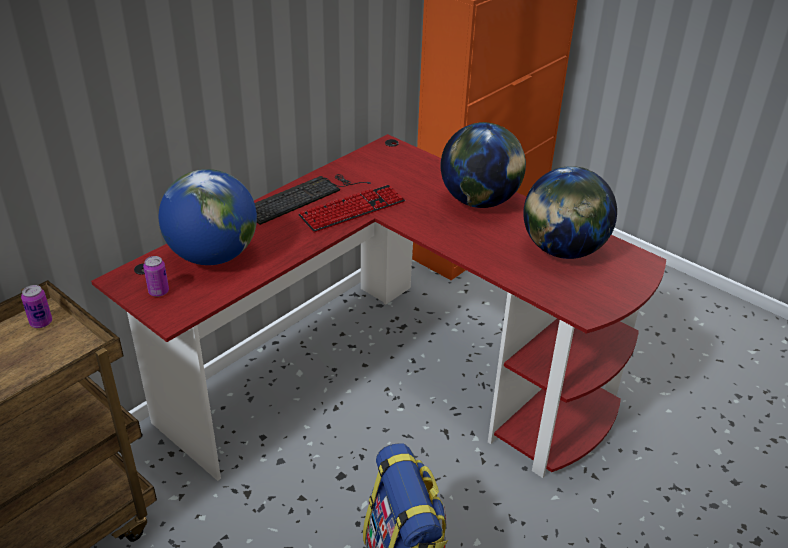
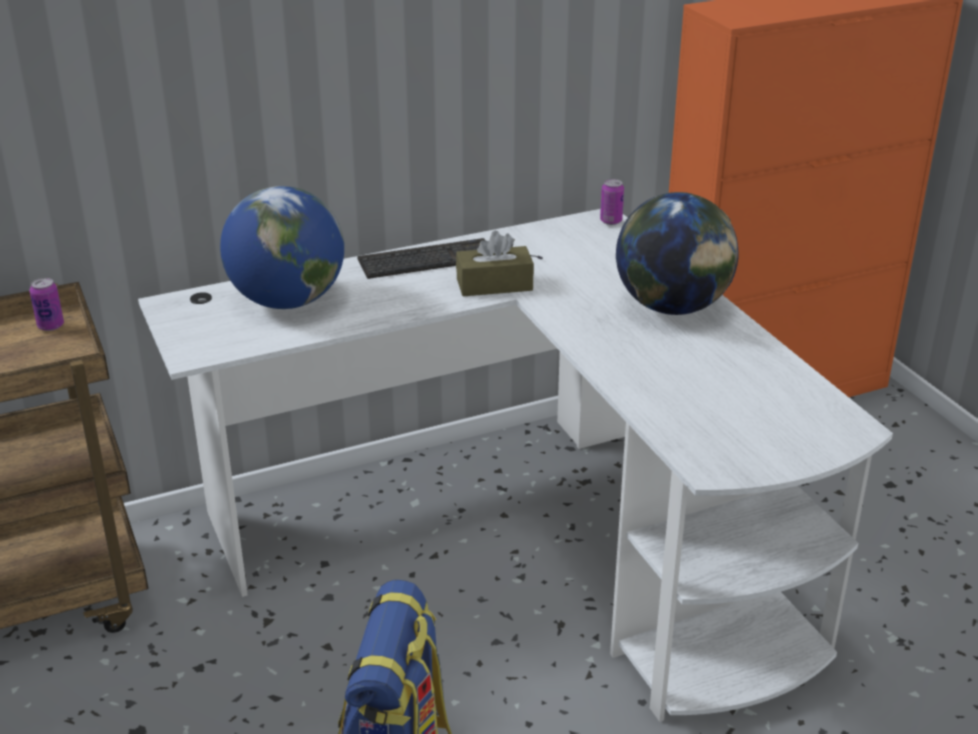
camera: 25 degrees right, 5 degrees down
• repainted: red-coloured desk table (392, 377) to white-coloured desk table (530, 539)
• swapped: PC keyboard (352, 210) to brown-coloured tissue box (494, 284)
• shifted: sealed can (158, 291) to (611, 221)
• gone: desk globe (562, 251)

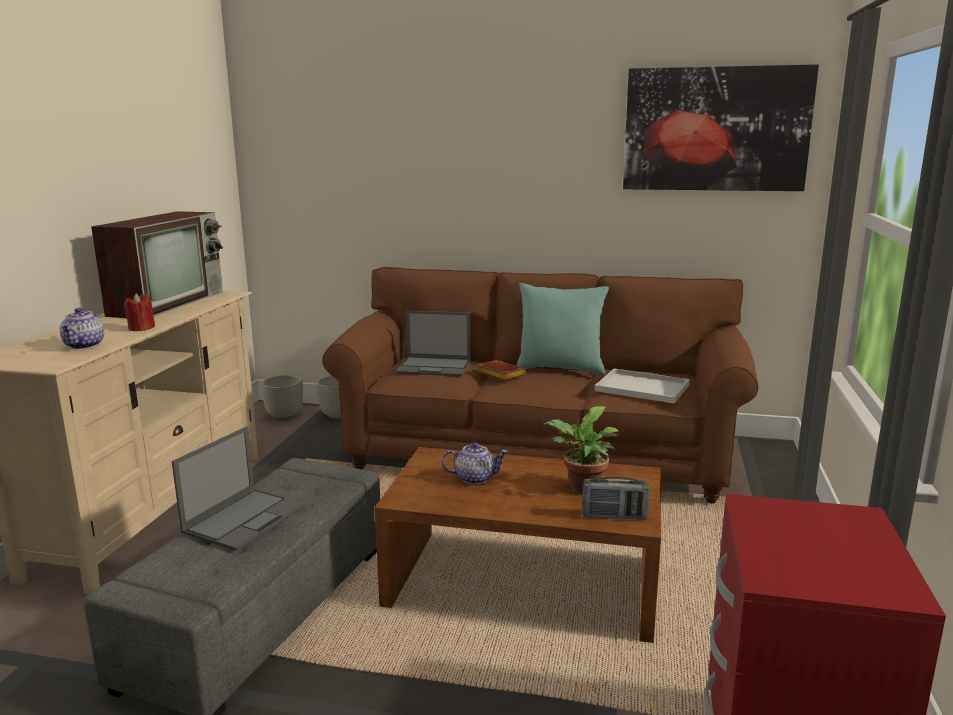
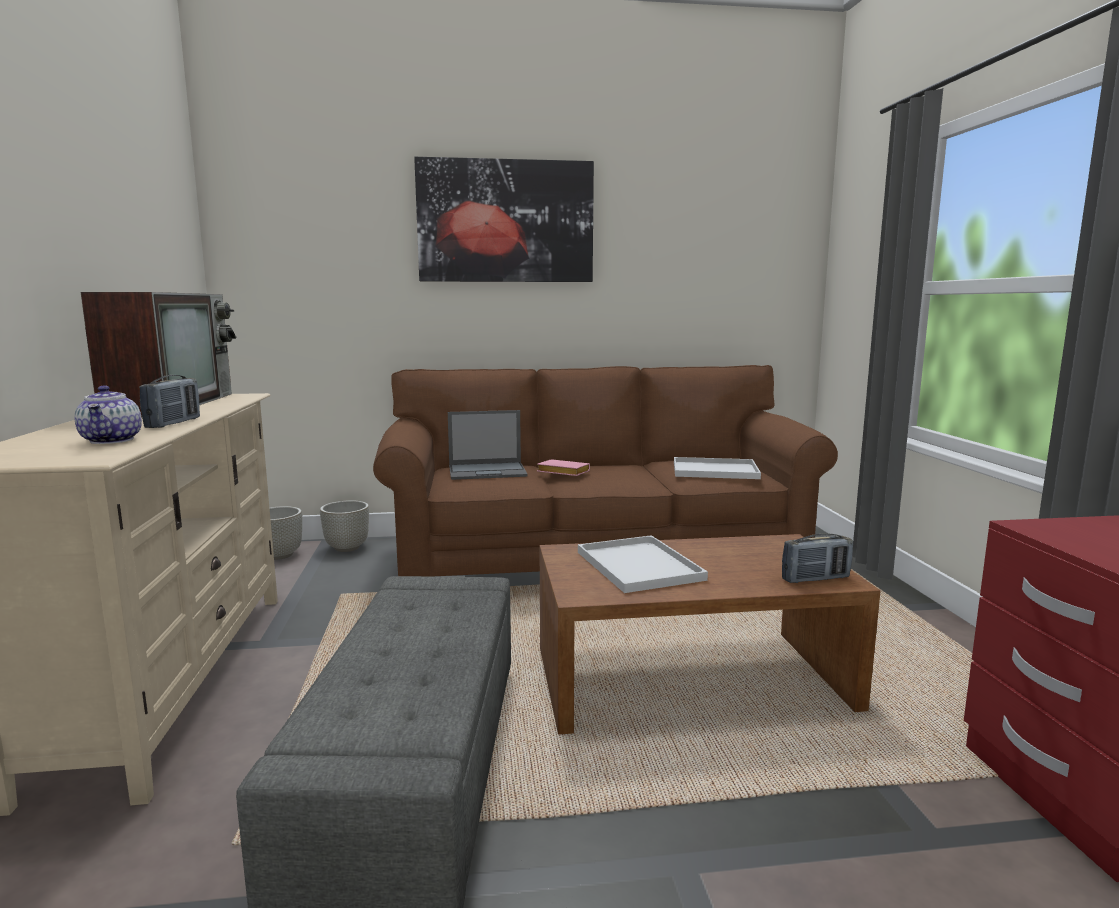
camera: 20 degrees left, 5 degrees down
• swapped: red-coloured wax candle (141, 328) to radio receiver (173, 423)
• shifted: picture (715, 129) to (506, 222)
• repainted: brown-coloured book (499, 374) to pink-coloured book (561, 472)
• swapped: pot for tea (475, 478) to white-coloured tray (636, 565)
• gone: notebook computer (245, 518)
• gone: blue-green throw pillow (560, 369)
• gone: houseplant (582, 489)

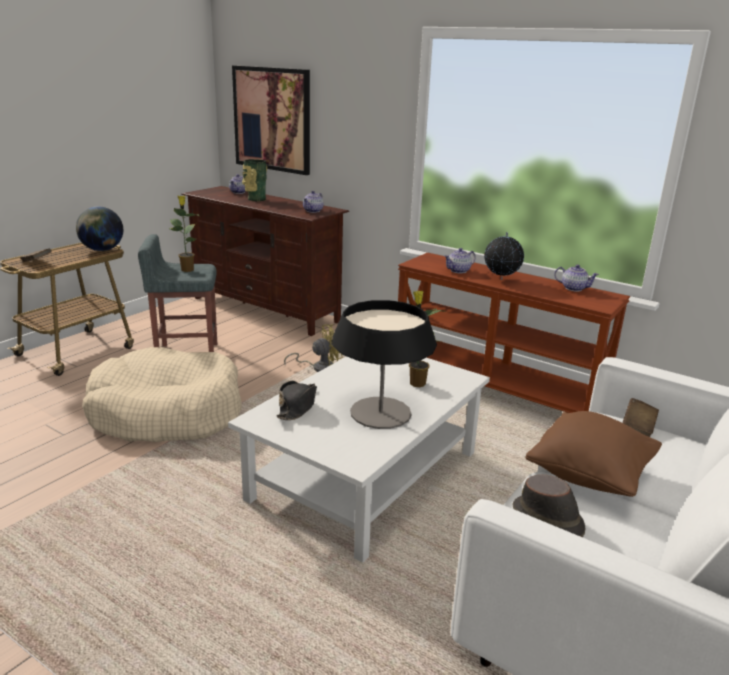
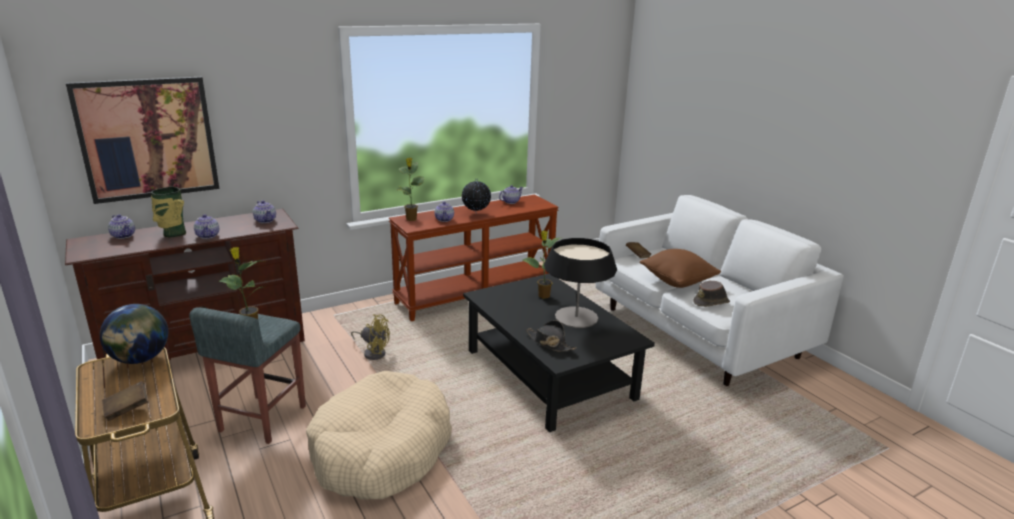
camera: 65 degrees left, 0 degrees up
• new: pot for tea (208, 235)
• rotated: yellow-coloured fan (319, 368) = (373, 352) 105 degrees clockwise
• new: houseplant (411, 219)
• repainted: white-coloured coffee table (366, 476) to blackish coffee table (550, 374)

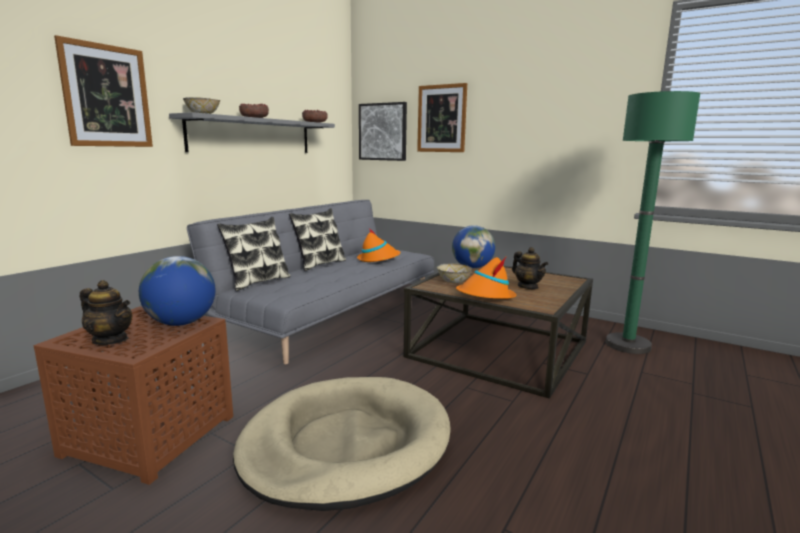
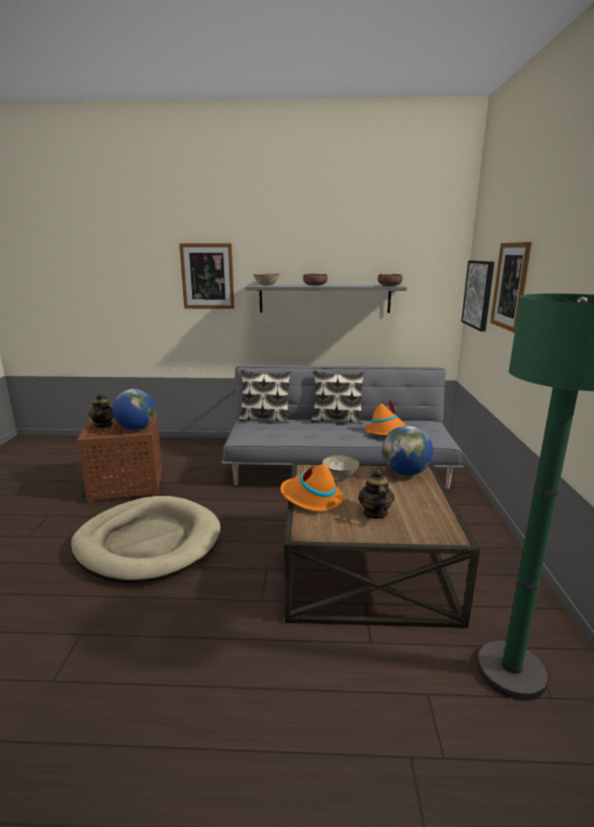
camera: 60 degrees right, 5 degrees up
• rotated: pot for tea (528, 287) = (375, 513) 150 degrees clockwise

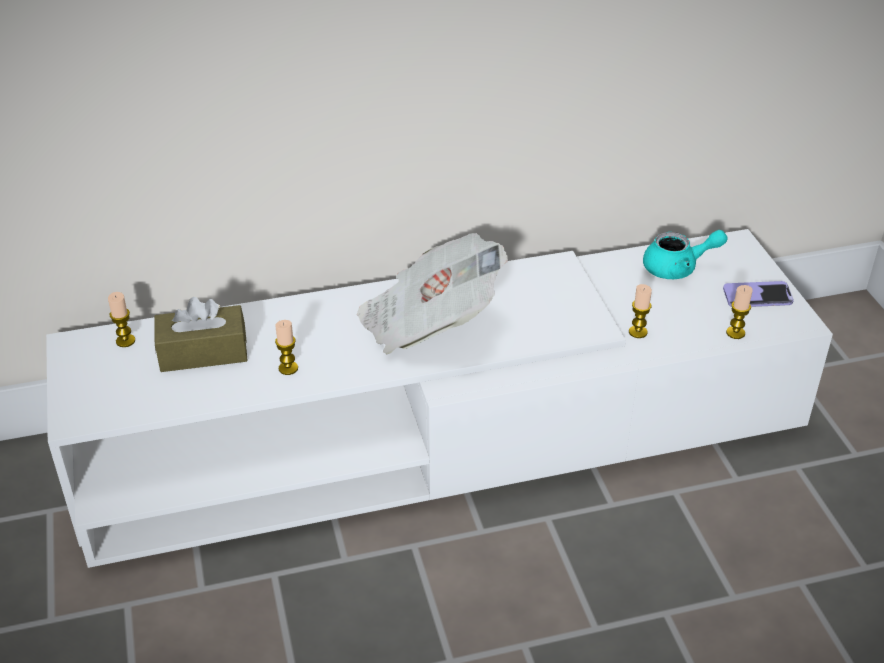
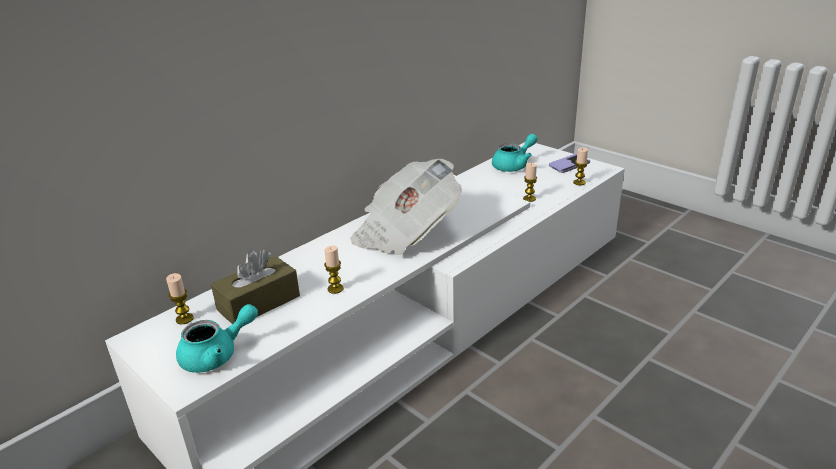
camera: 30 degrees left, 10 degrees down
• new: blue-green pot for tea (217, 355)

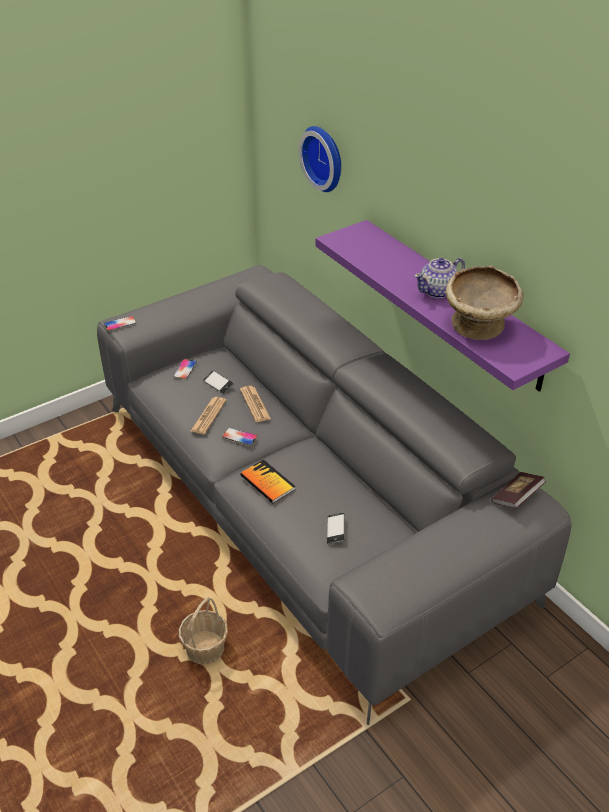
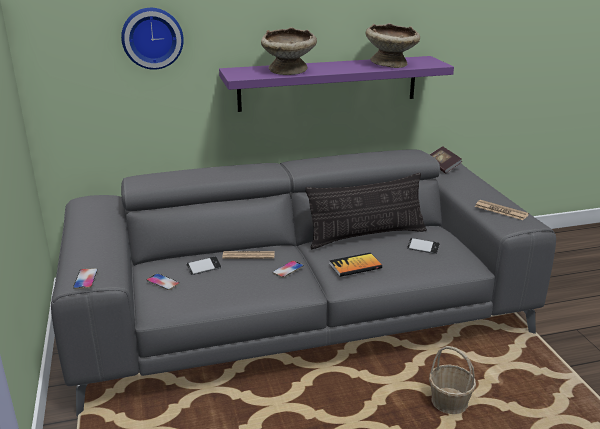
camera: 70 degrees left, 15 degrees down
• new: sand-coloured deep dish (289, 71)
• new: throw pillow (366, 236)
• shifted: printed paper (208, 416) to (501, 211)
• gone: pot for tea (438, 291)

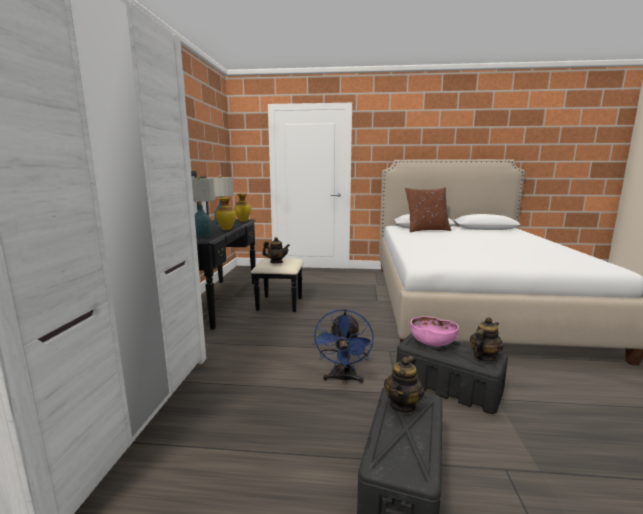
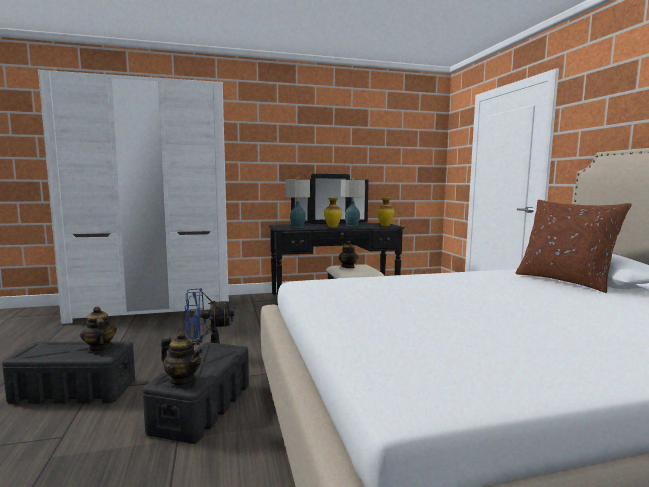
camera: 70 degrees right, 5 degrees down
• rotated: pot for tea (403, 405) = (99, 348) 45 degrees clockwise
• gone: pink-coloured deep dish (432, 343)

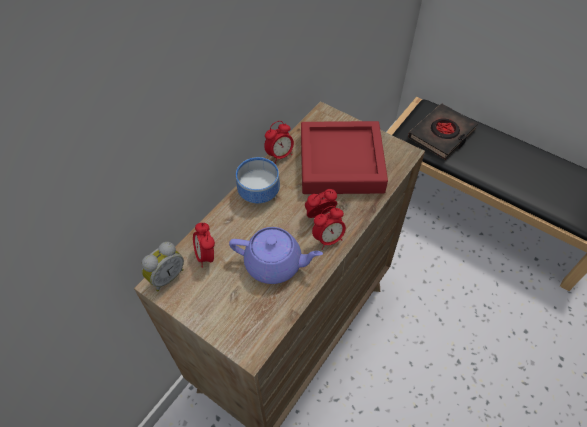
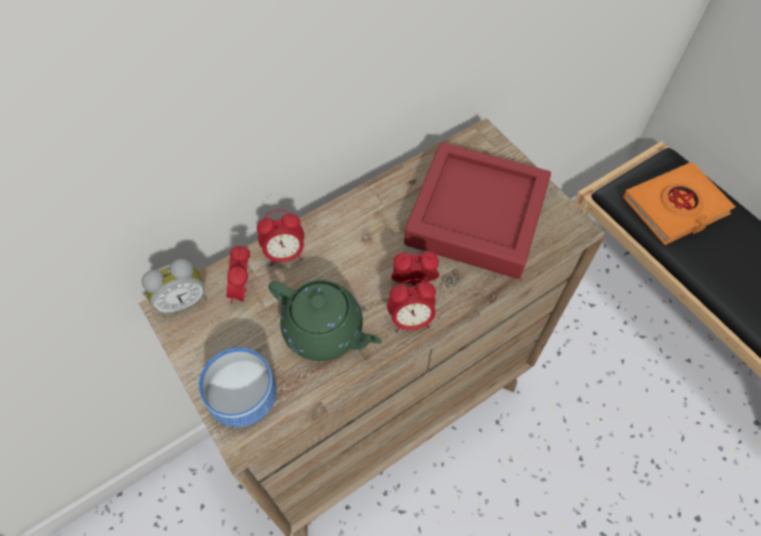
camera: 20 degrees right, 5 degrees up
• shifted: deep dish (260, 192) to (247, 400)
• shifted: table clock (280, 155) to (285, 254)
• repainted: purplish pot for tea (275, 264) to greenish pot for tea (325, 331)
• repainted: blackish book (442, 135) to orangey book (675, 207)

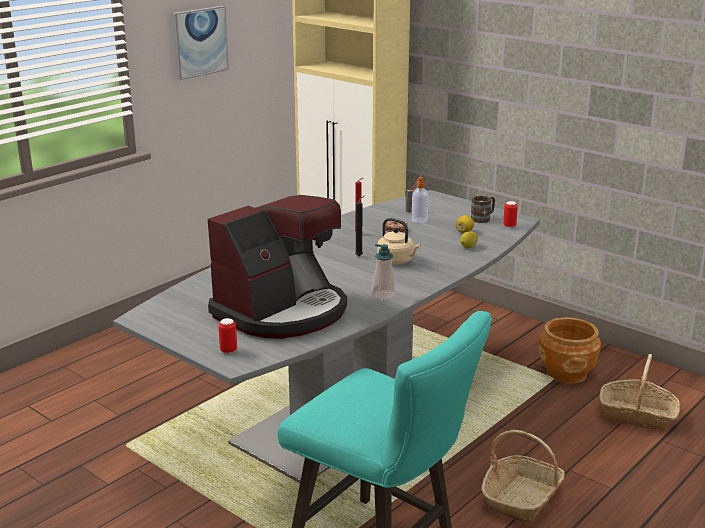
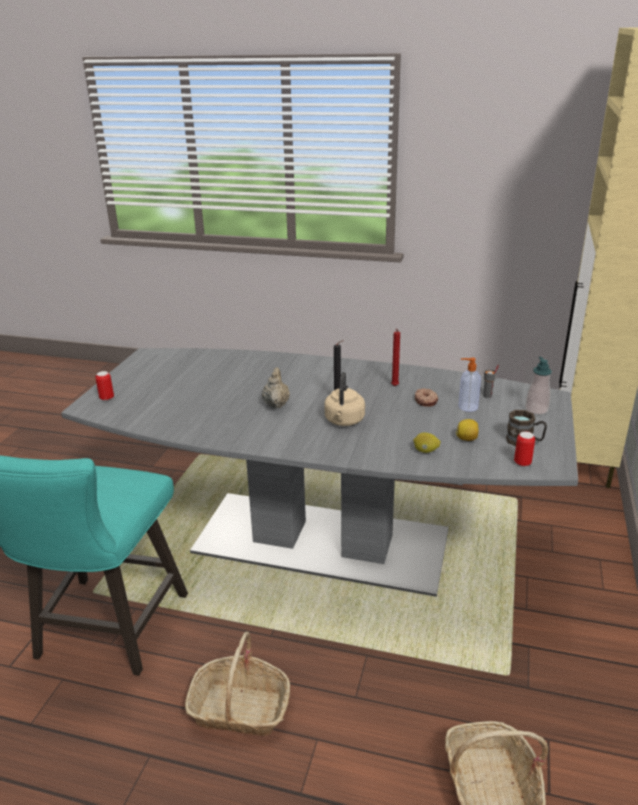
camera: 65 degrees right, 5 degrees up
• new: sand-coloured pot for tea (276, 404)
• shifted: soap bottle (383, 296) to (536, 410)
• gone: picture (199, 42)
• gone: coffee machine (282, 312)
• gone: brown-coloured flower pot (567, 373)

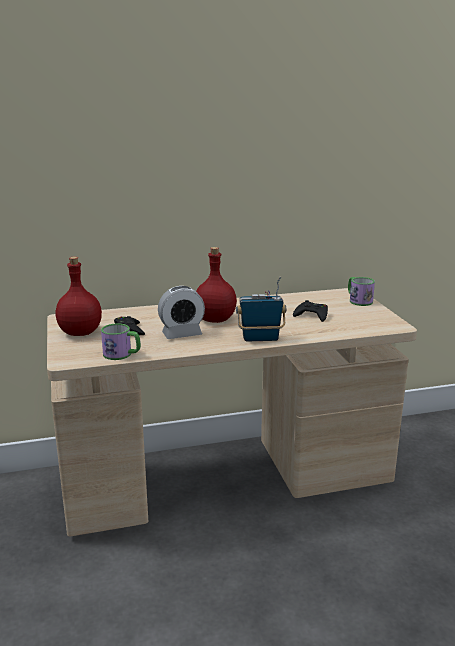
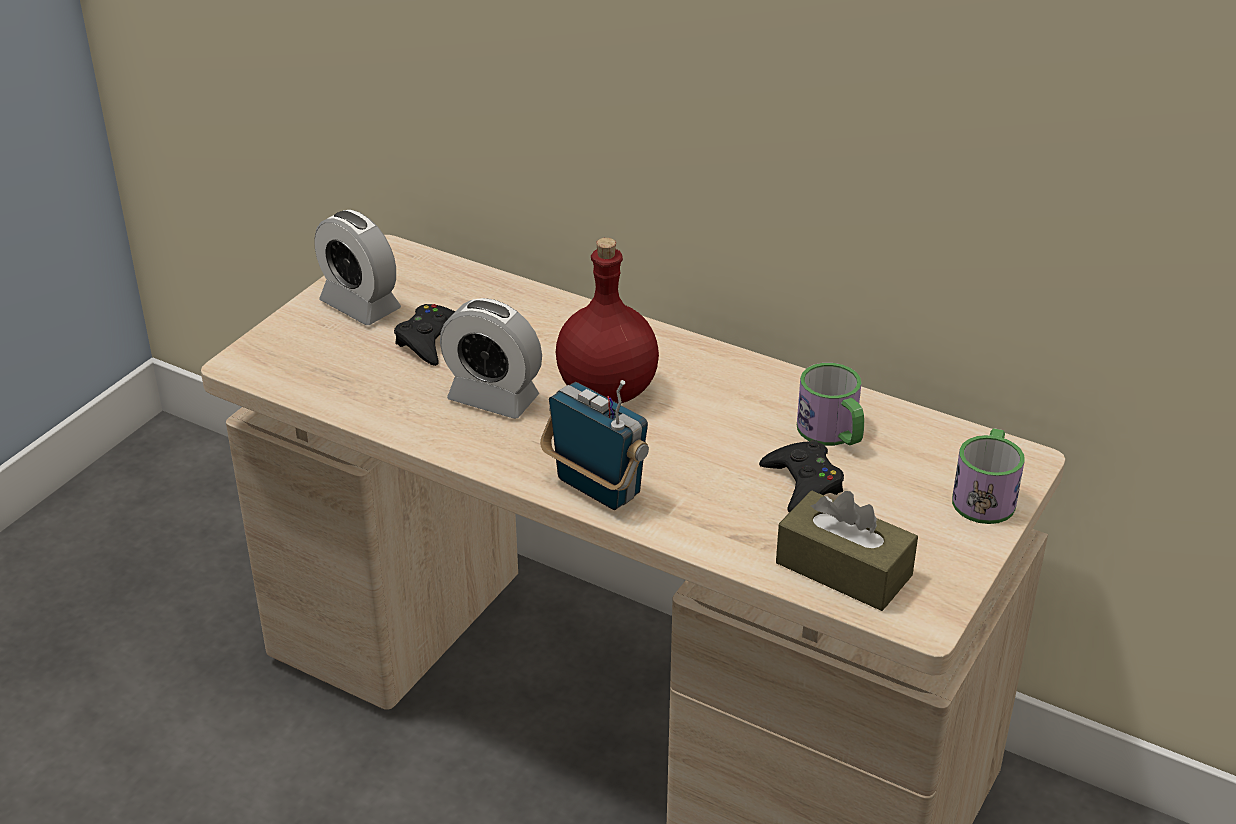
camera: 45 degrees right, 15 degrees up
• swapped: red-coloured bottle (81, 332) to table clock (360, 305)
• new: brown-coloured tissue box (843, 569)
• shifted: coffee mug (122, 354) to (833, 434)

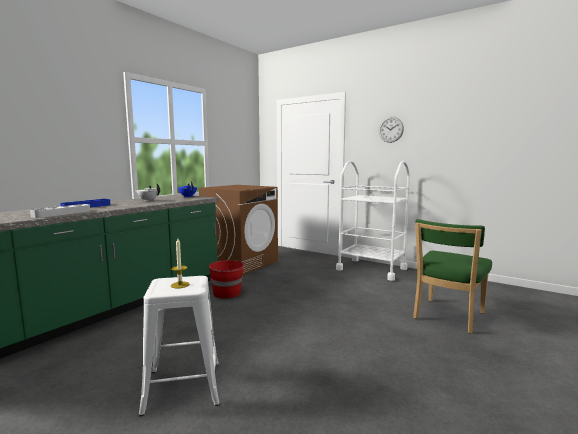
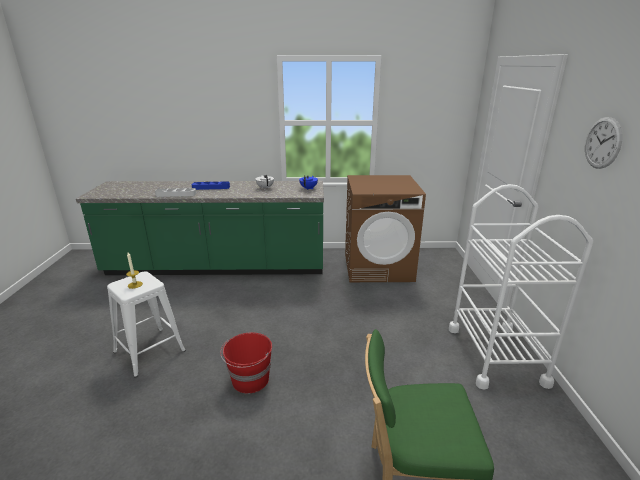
camera: 55 degrees right, 15 degrees up
• shifted: red-coloured pail (227, 293) to (250, 380)

